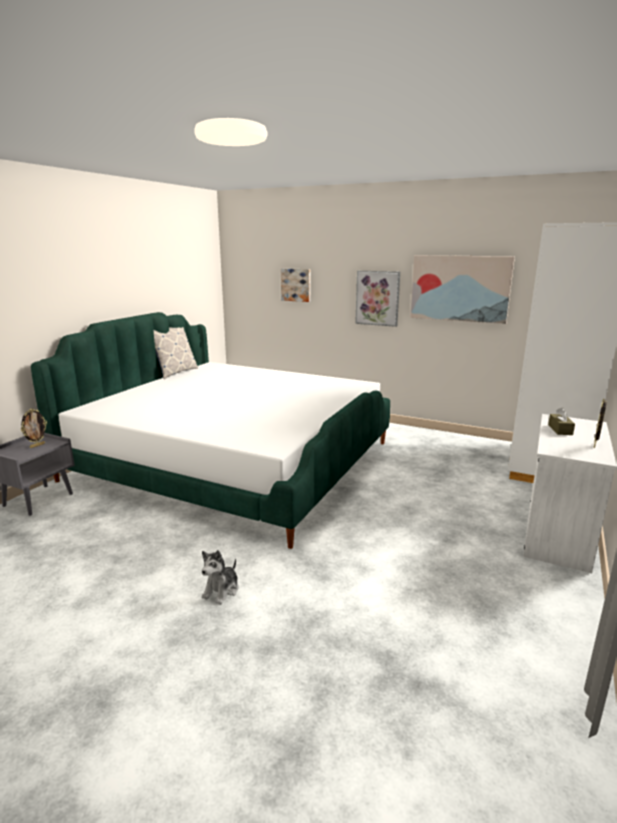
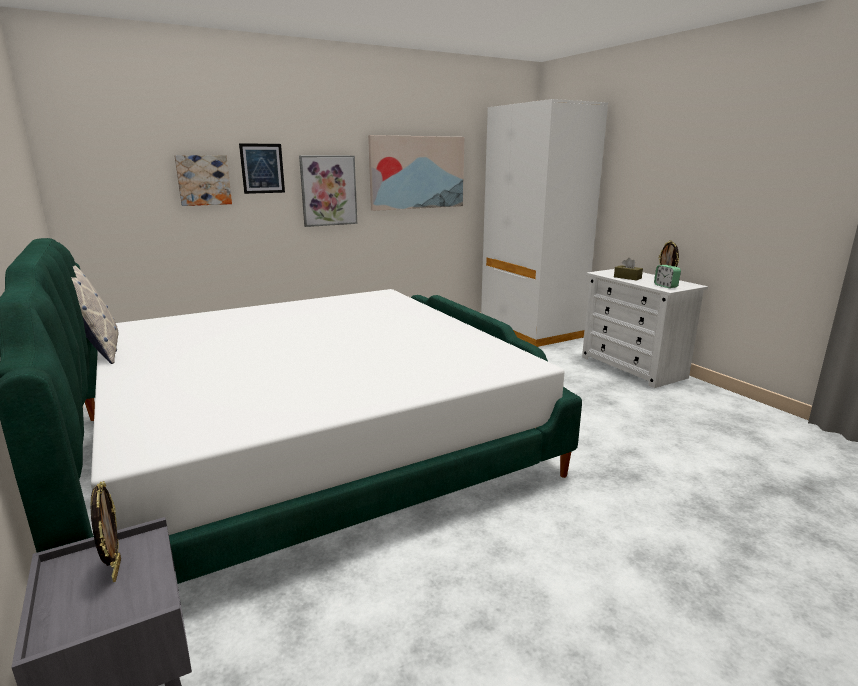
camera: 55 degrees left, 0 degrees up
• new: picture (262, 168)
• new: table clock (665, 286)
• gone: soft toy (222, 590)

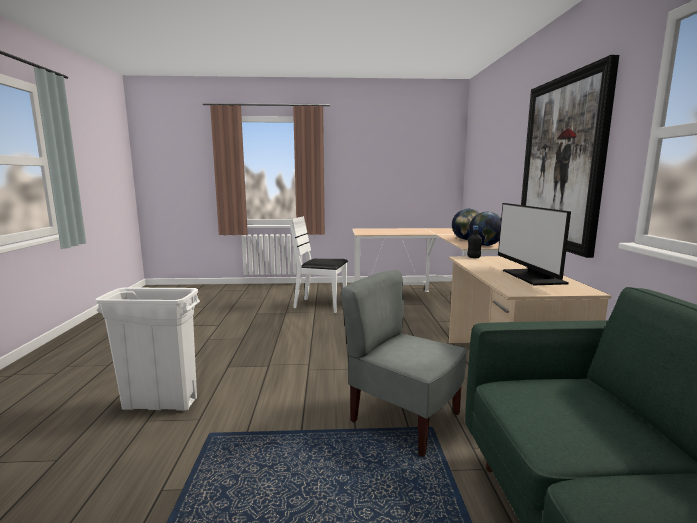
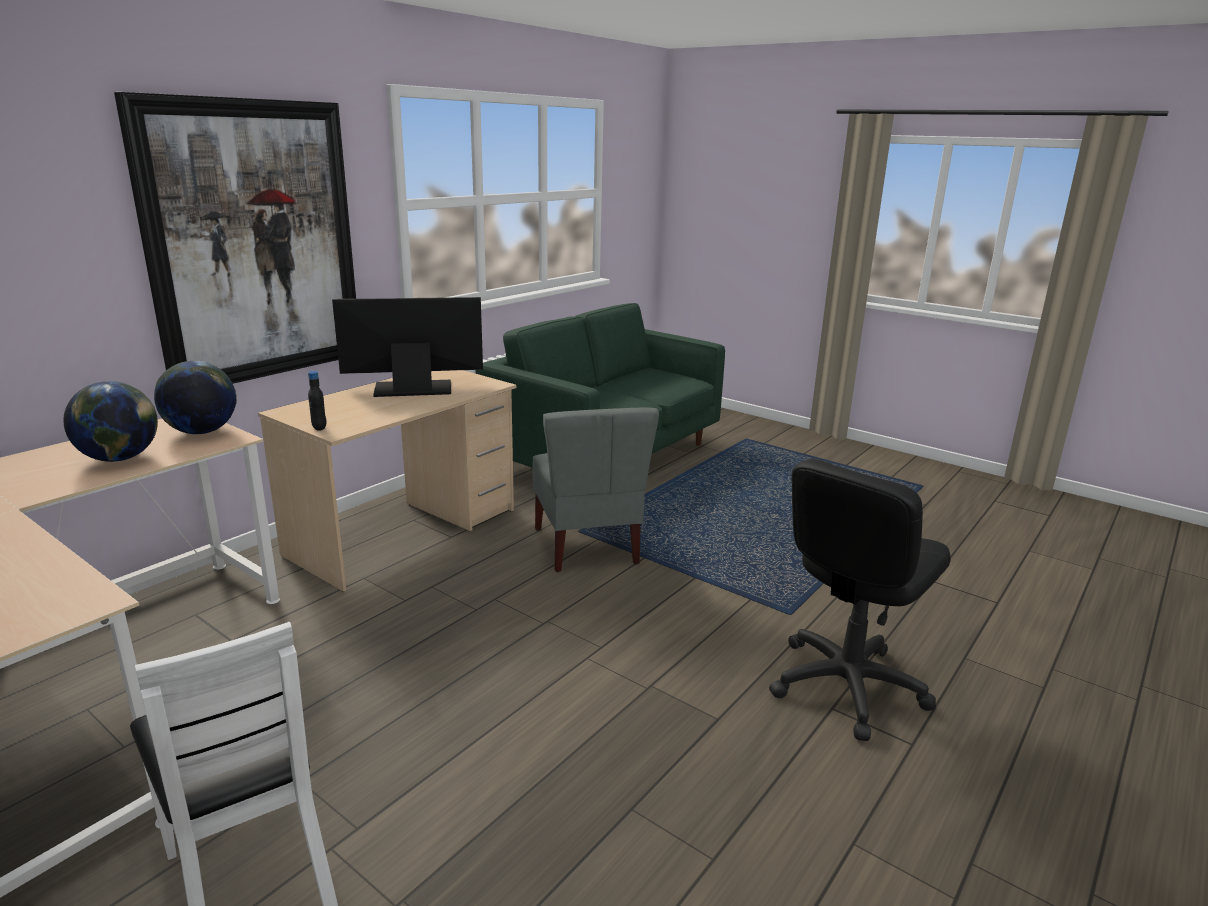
camera: 140 degrees left, 10 degrees up
• rotated: monitor (532, 277) = (413, 388) 135 degrees counterclockwise
• swapped: white-coloured rubbish bin (161, 404) to blackish office chair (846, 685)

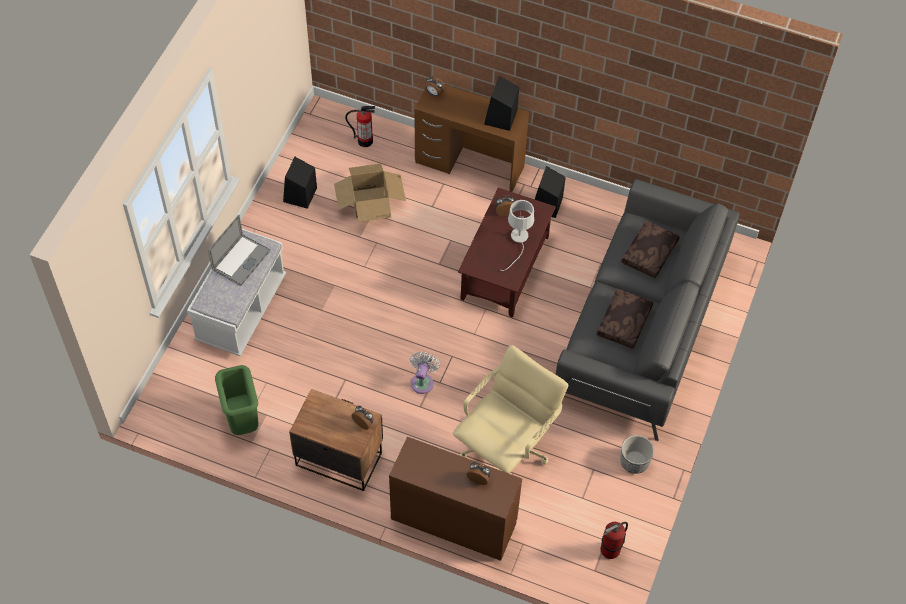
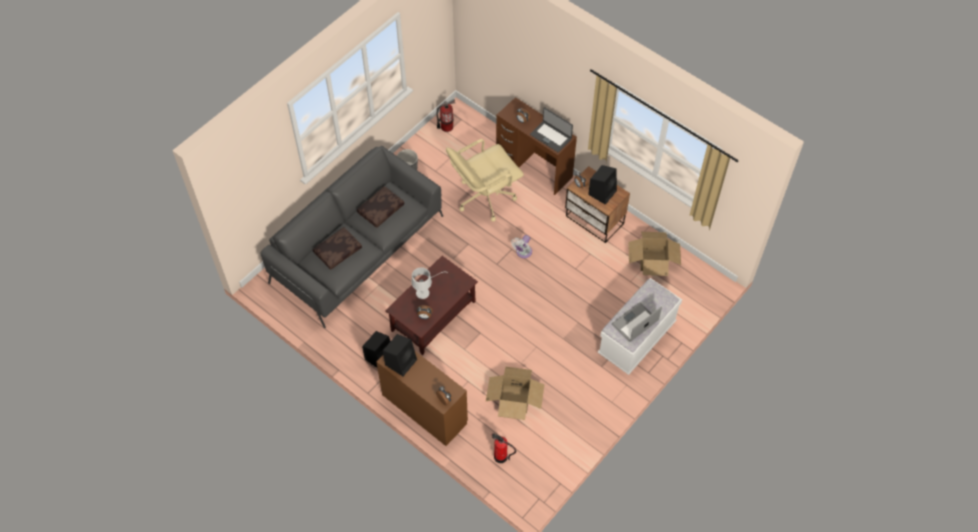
camera: 160 degrees left, 0 degrees up
• new: notebook computer (551, 136)
• shifted: blackish speaker (300, 196) to (602, 192)
• swapped: greenish rubbish bin (242, 421) to carton (653, 260)

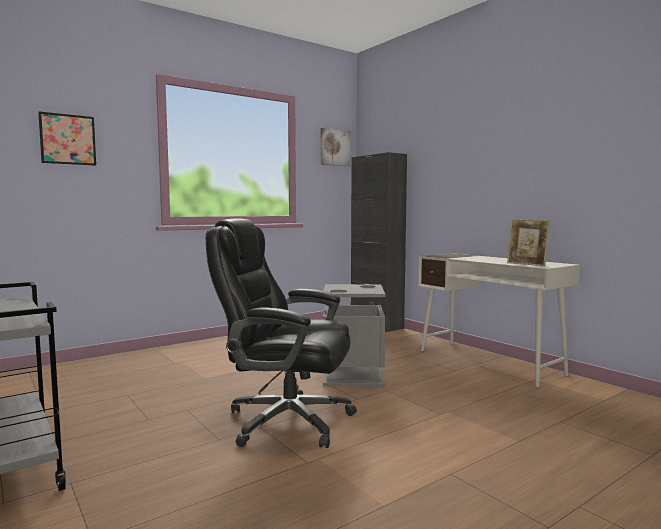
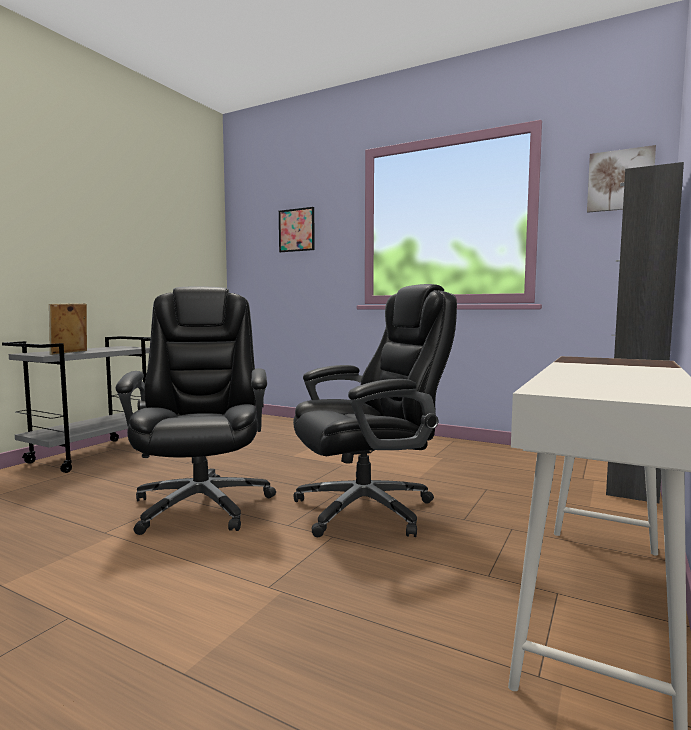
camera: 65 degrees right, 0 degrees up
• shifted: picture frame (526, 264) to (70, 353)
• swapped: gray rubbish bin (353, 376) to blackish office chair (368, 509)

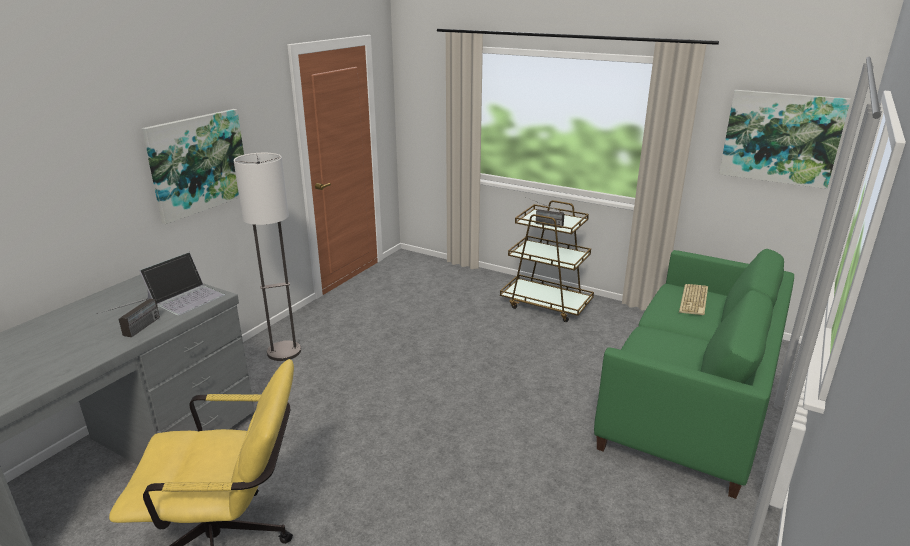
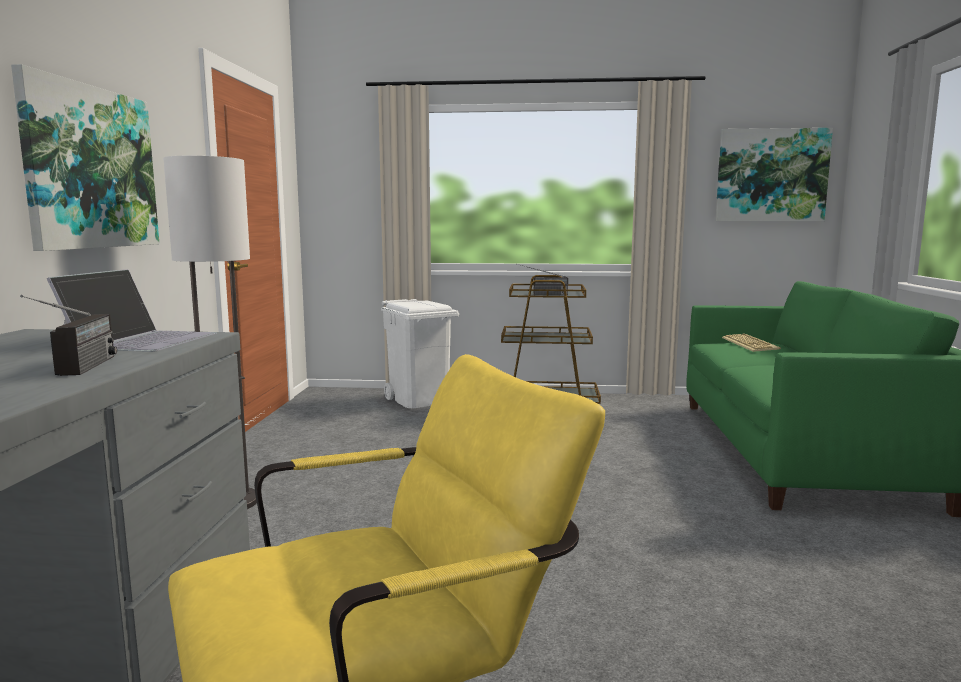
camera: 25 degrees left, 15 degrees down
• new: white-coloured rubbish bin (420, 400)

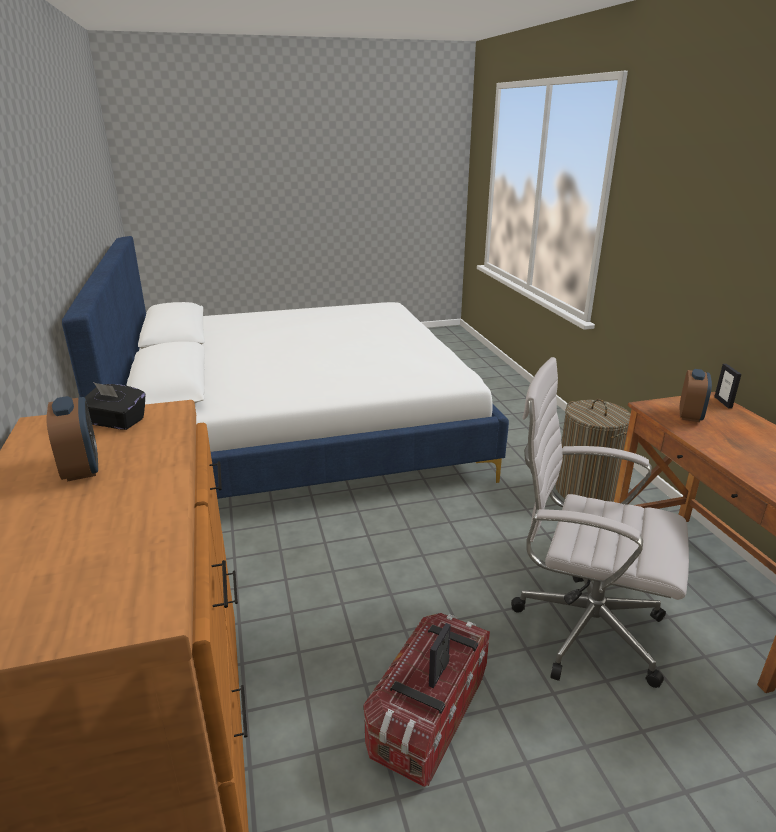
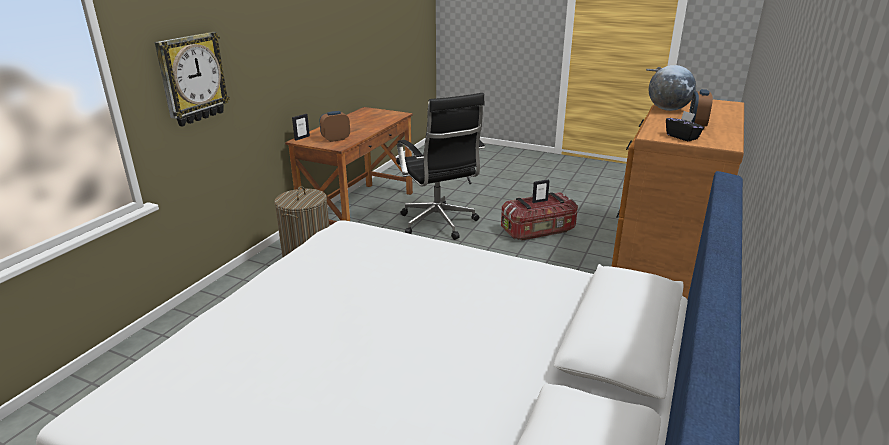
camera: 140 degrees left, 0 degrees up
• new: hanging clock (192, 78)
• repainted: white-coloured office chair (581, 628) to blackish office chair (439, 224)
• new: desk globe (668, 109)

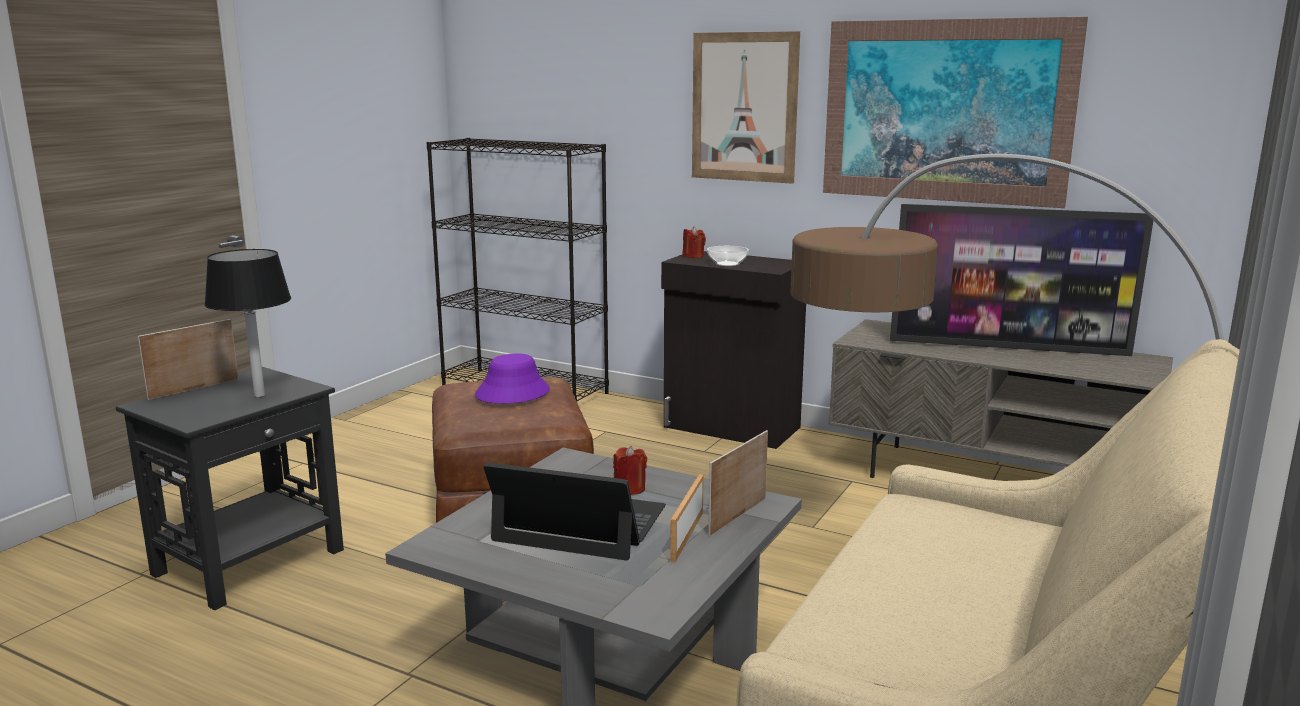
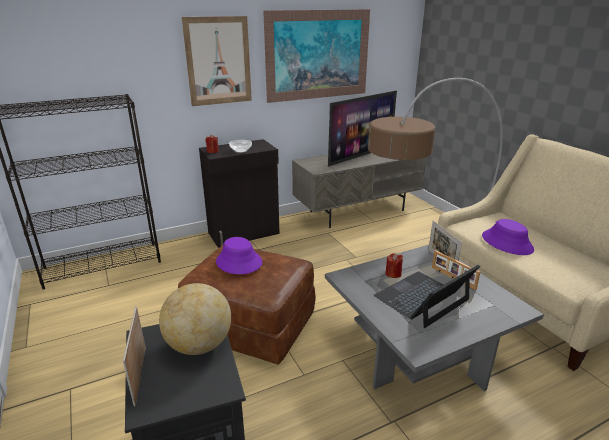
camera: 55 degrees left, 10 degrees up
• swapped: blackish table lamp (259, 395) to desk globe (199, 345)
• new: purplish clothing hat (507, 243)

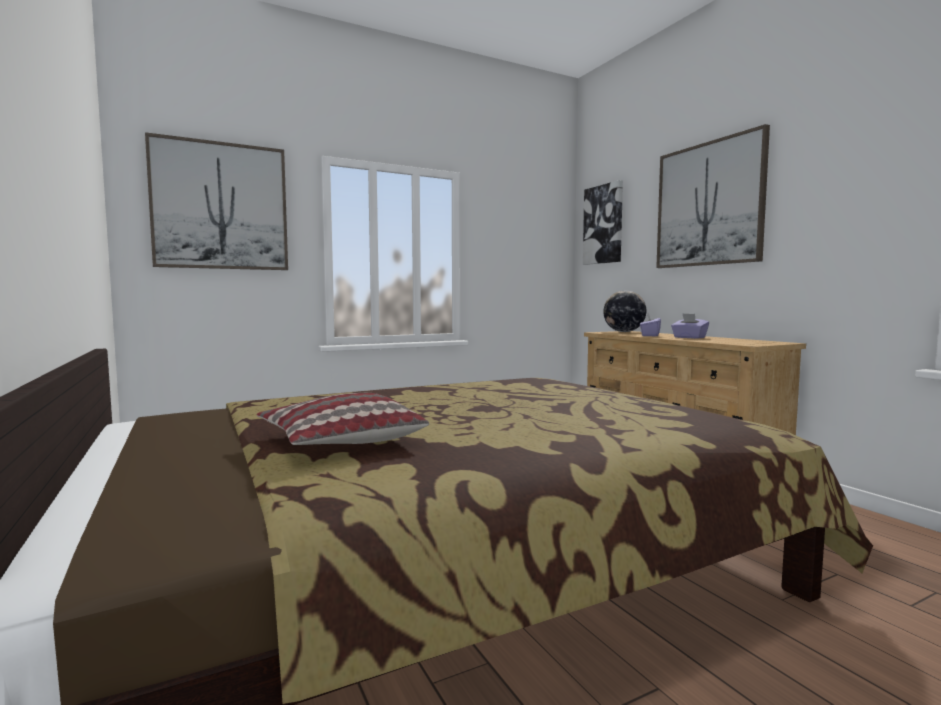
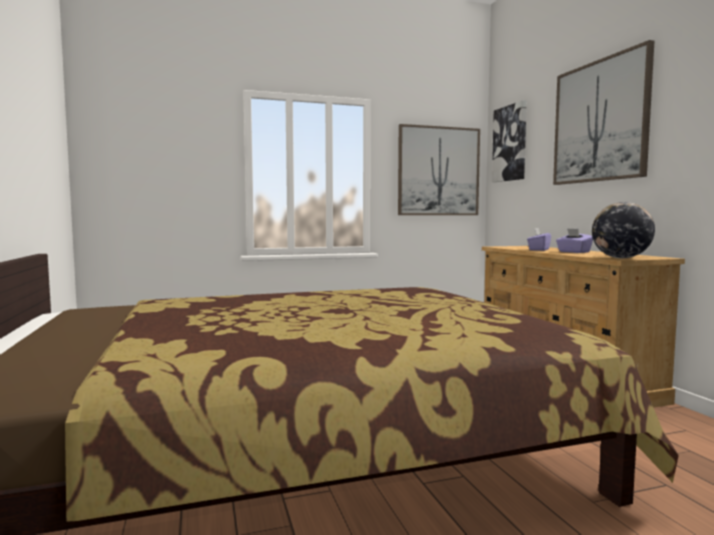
camera: 10 degrees right, 0 degrees up
• shifted: picture (220, 206) to (438, 171)
• shifted: desk globe (624, 332) to (621, 258)
• gone: throw pillow (340, 441)

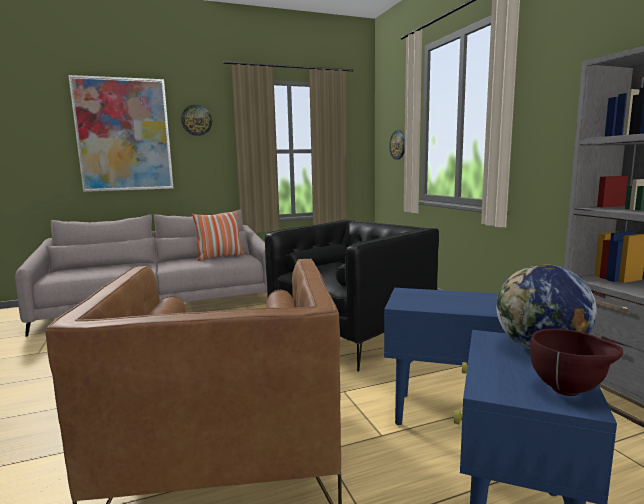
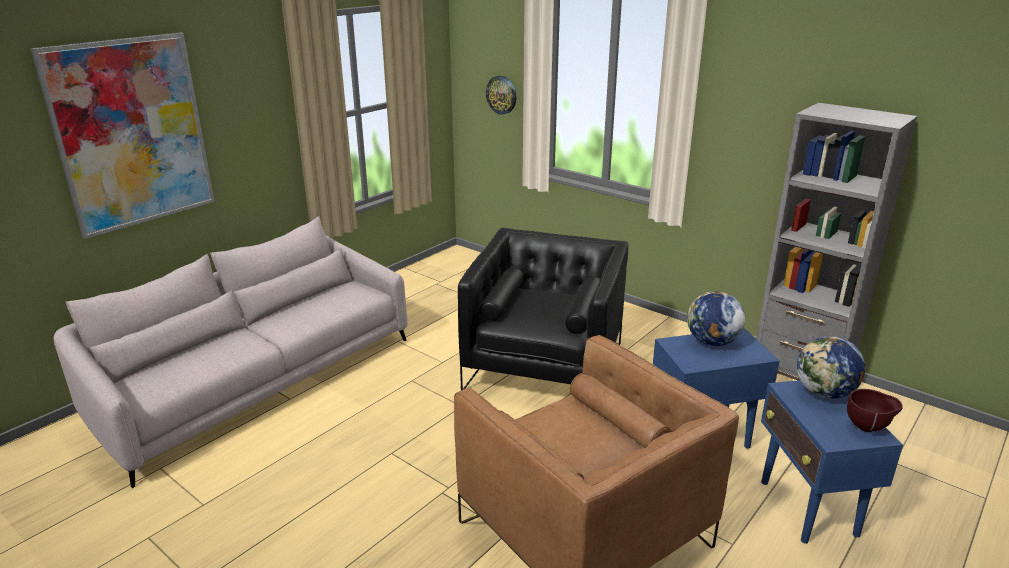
camera: 30 degrees left, 15 degrees up
• new: desk globe (711, 342)
• gone: hanging clock (196, 120)
• gone: throw pillow (220, 257)

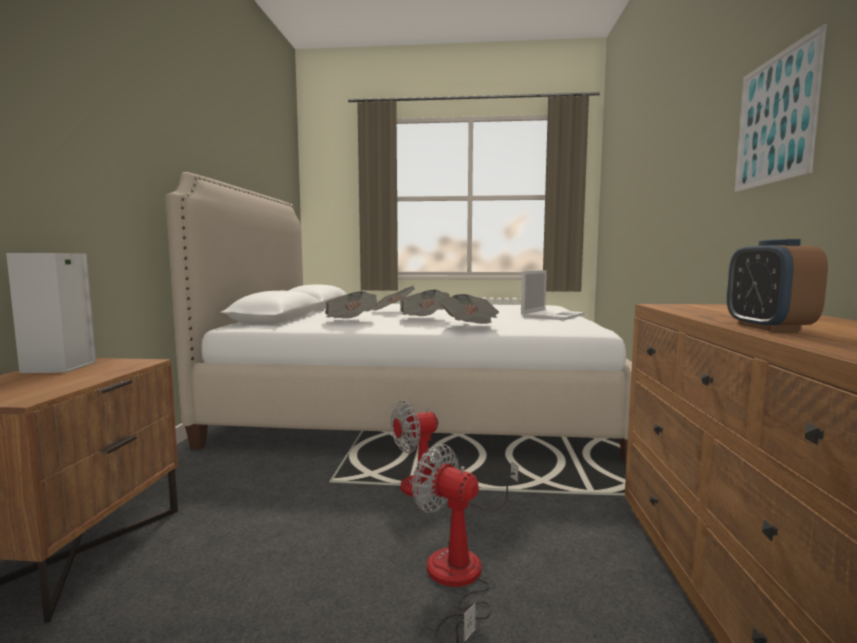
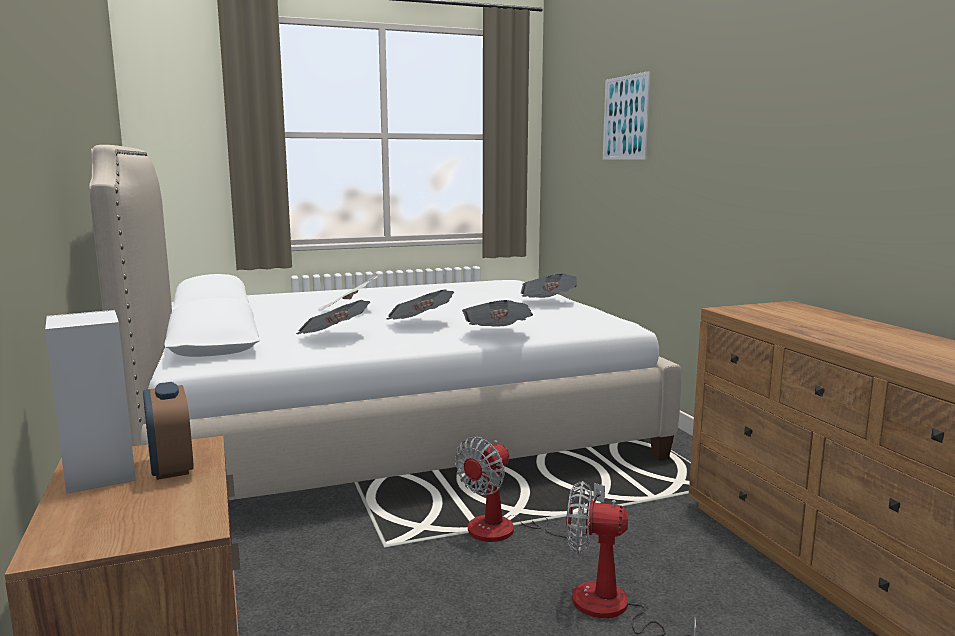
camera: 25 degrees left, 5 degrees up
• shifted: table clock (768, 327) to (171, 468)
• swapped: notebook computer (553, 315) to printed paper (548, 303)
• shifted: picture (775, 119) to (625, 118)

